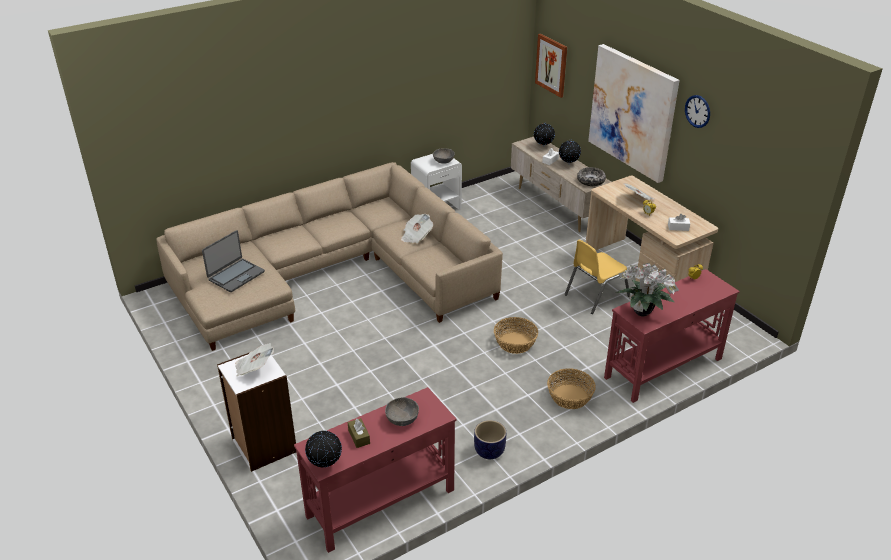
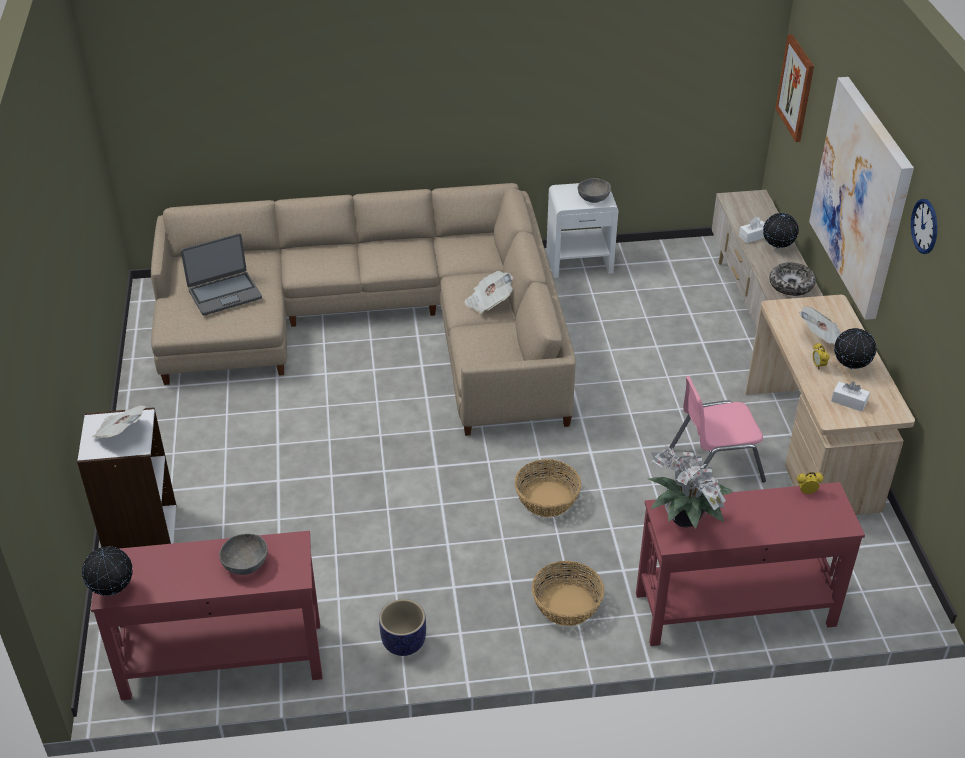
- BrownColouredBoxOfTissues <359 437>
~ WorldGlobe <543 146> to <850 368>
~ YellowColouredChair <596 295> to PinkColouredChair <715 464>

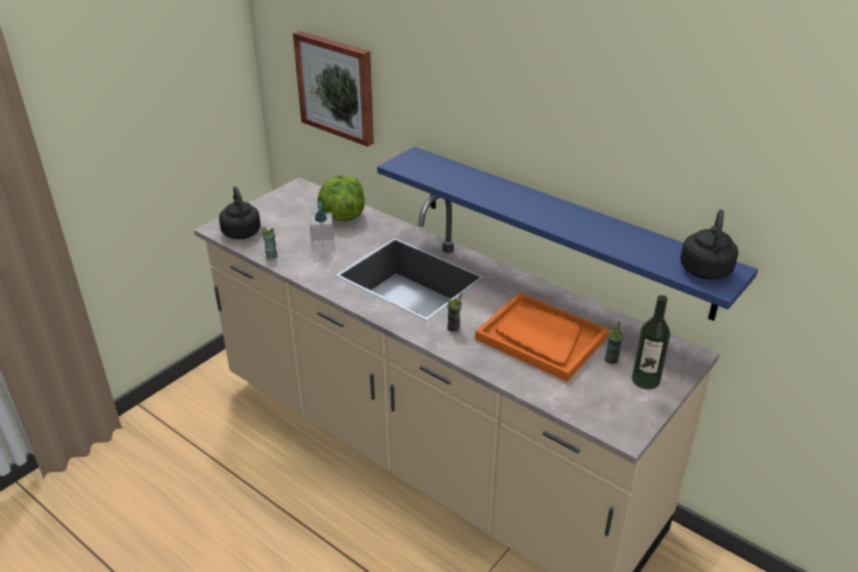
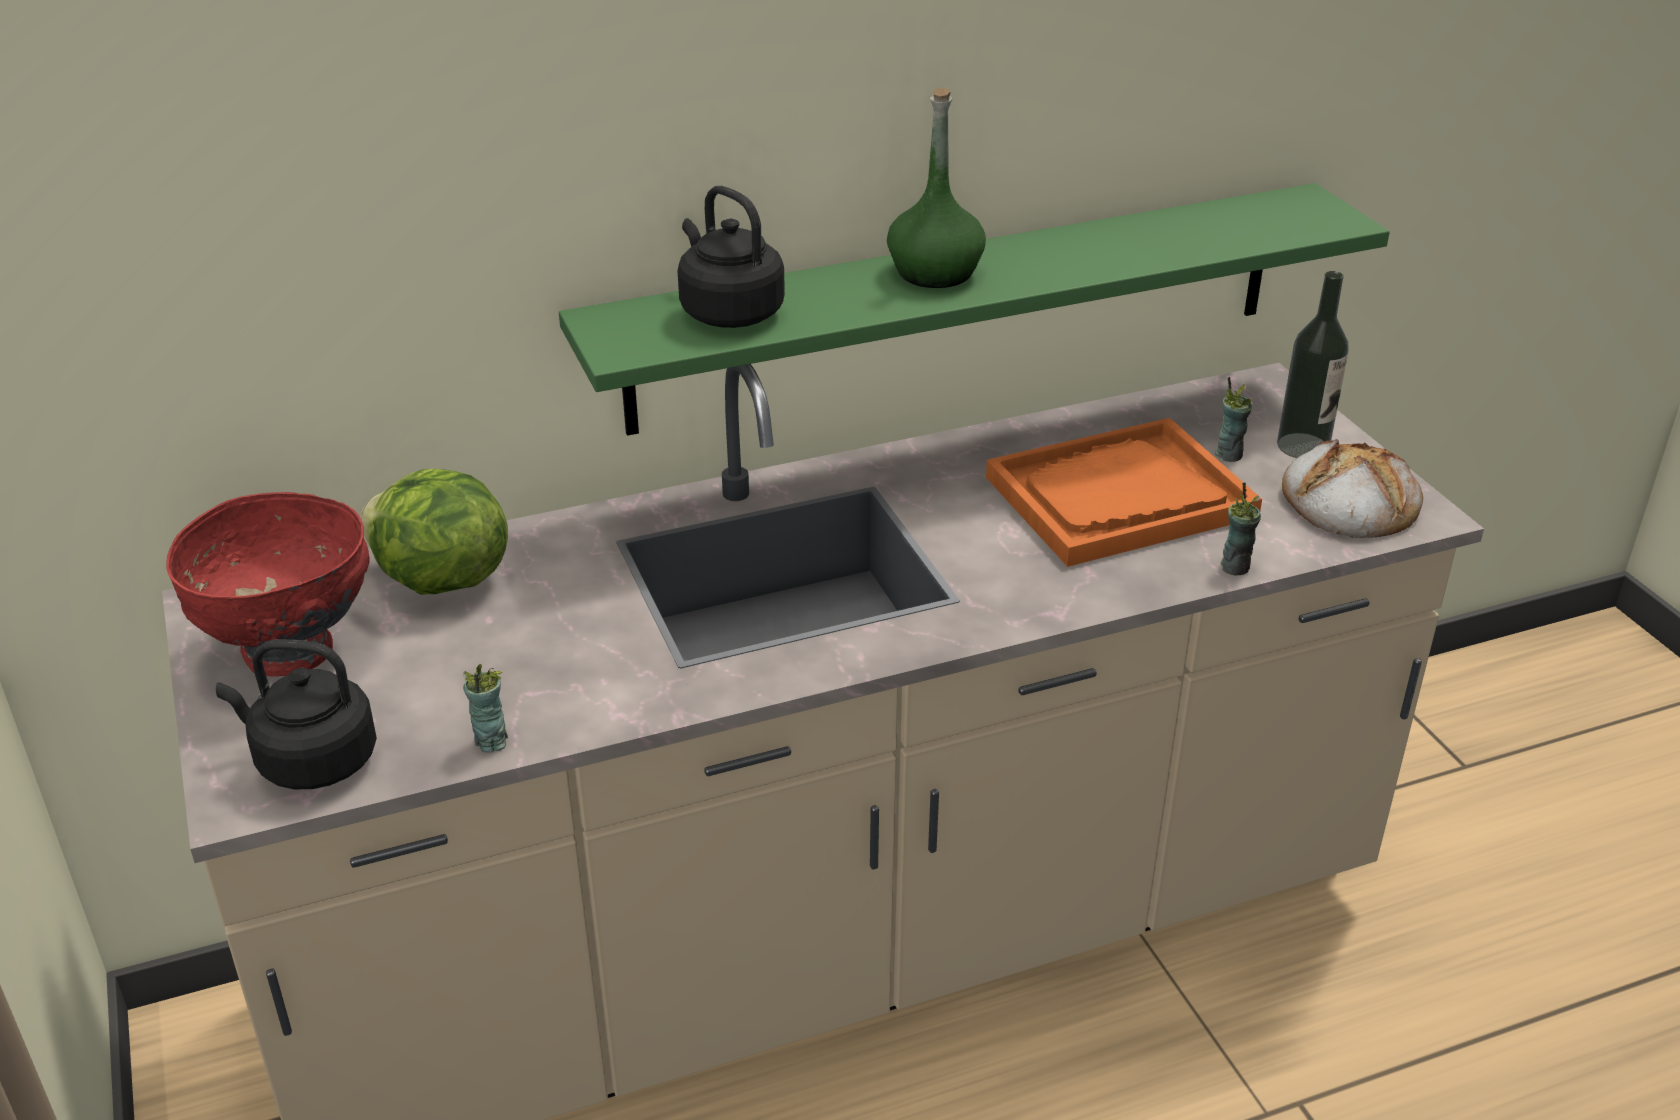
- Picture <336 87>
- LiquidSoapBottle <323 246>
~ BlueShelf <562 229> to GreenColouredShelf <961 307>
~ Cup <454 328> to <1235 567>
~ BlackKettle <705 268> to <728 311>
+ ReddishServingBowl <290 652>
+ GreenColouredBottle <935 273>
+ BakedBread <1348 501>

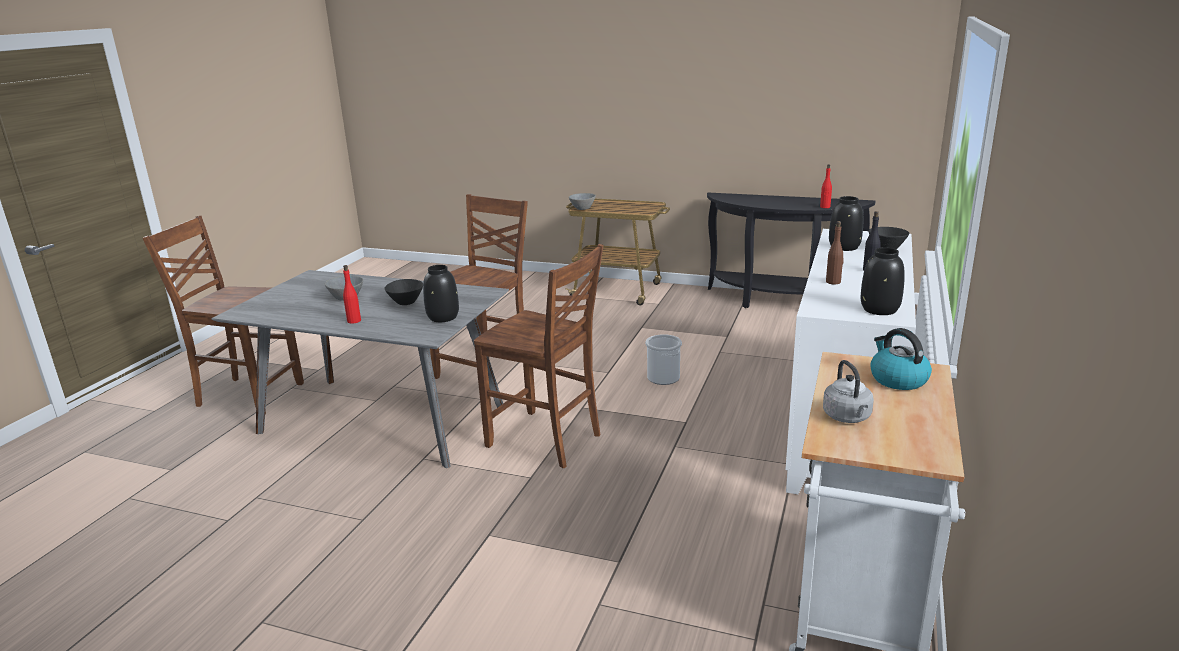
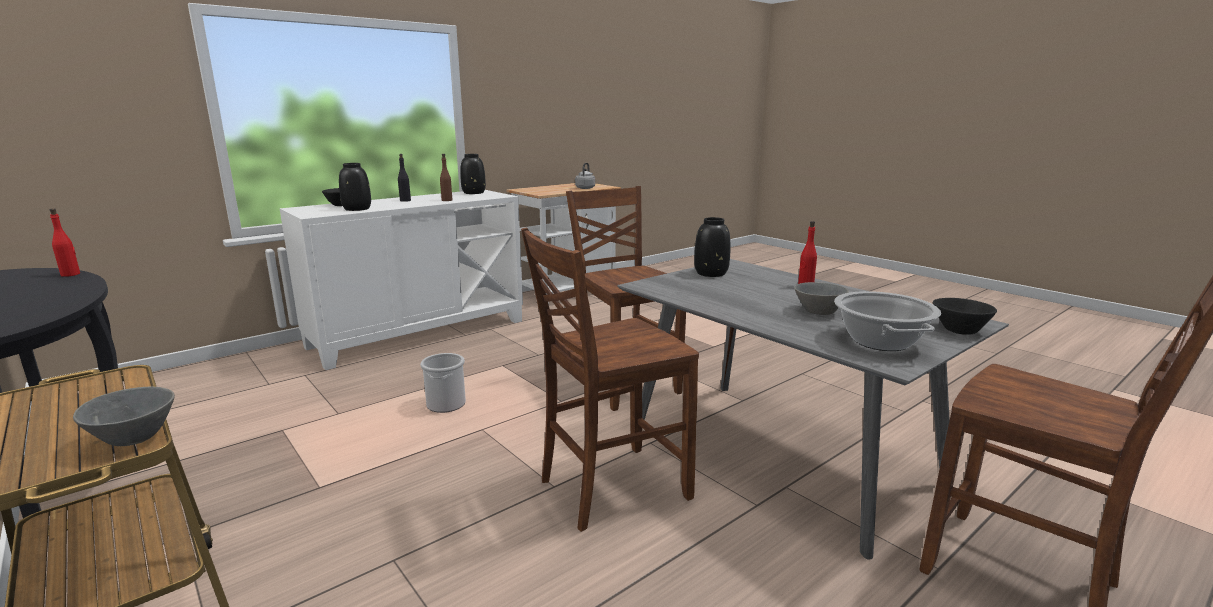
~ BlackServingBowl <405 302> to <961 330>
- Kettle <897 379>
+ Saucepot <881 342>

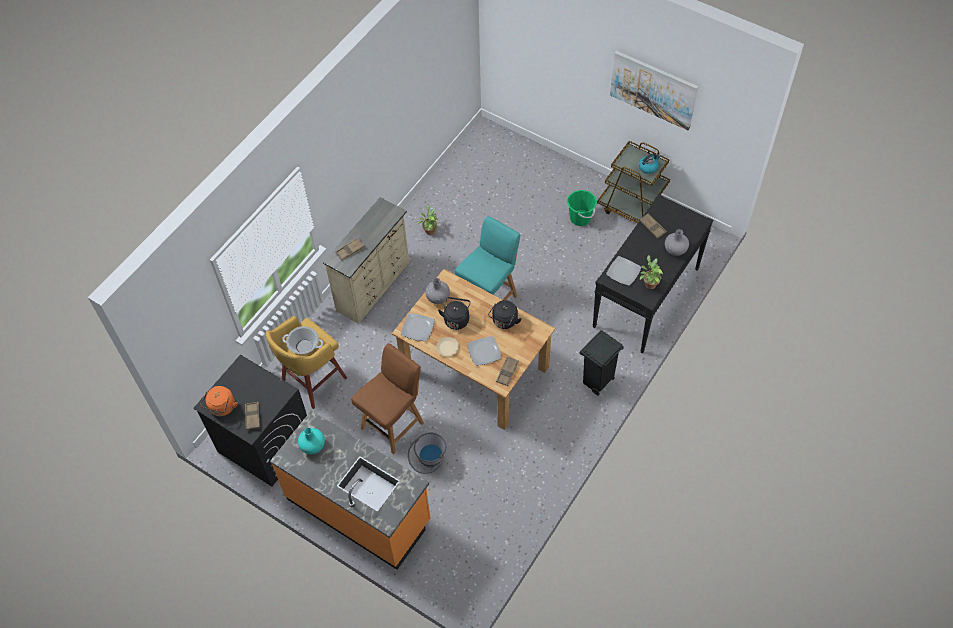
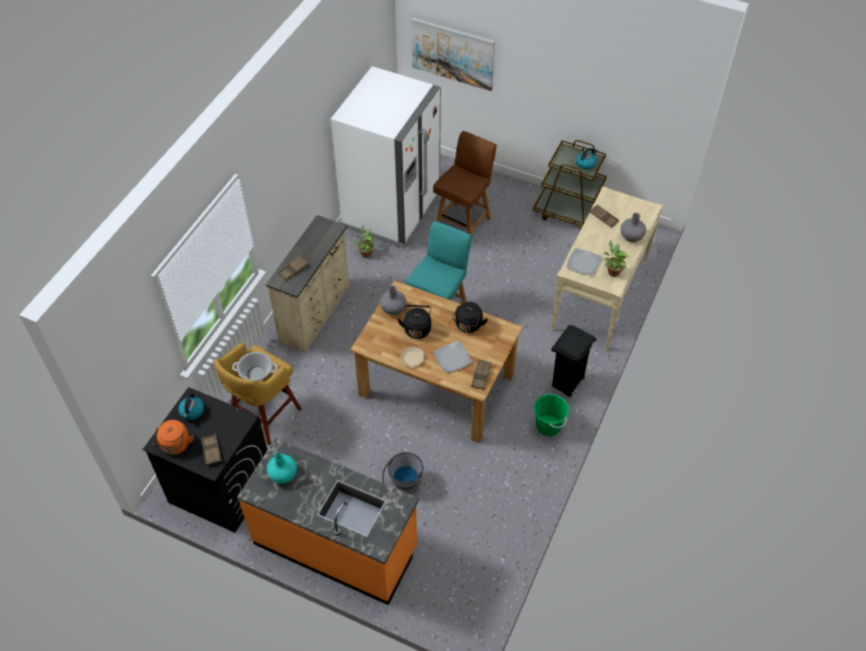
~ BrownColouredChair <393 424> to <463 222>
- FlatDish <417 328>
~ GreenColouredWaterBucket <580 218> to <548 426>
~ BlackConsoleTable <646 298> to BeigeConsoleTable <599 296>
~ Picture <653 89> to <452 53>
+ Kettle <192 411>
+ WhiteColouredFridge <391 211>

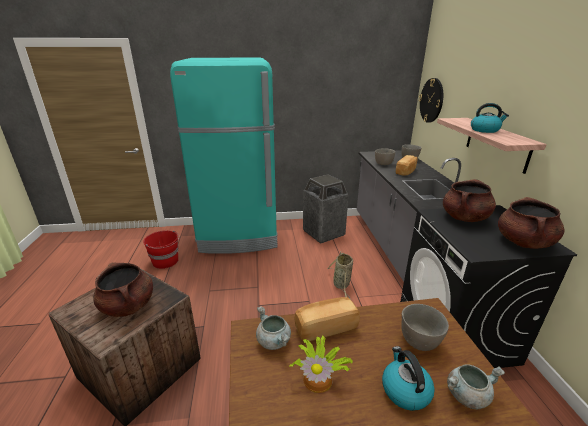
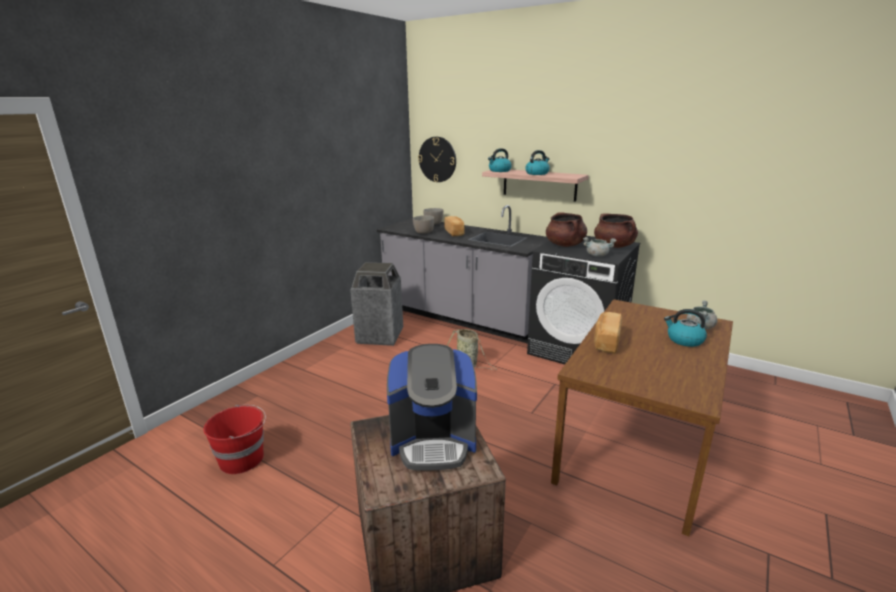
~ BrownColouredSaucepot <128 306> to CoffeeBrewer <433 442>
- BlueGreenFridge <239 236>
~ GraySaucepot <274 341> to <597 255>
- PlantInAPot <319 377>
- GrayServingBowl <420 341>
+ Kettle <499 171>

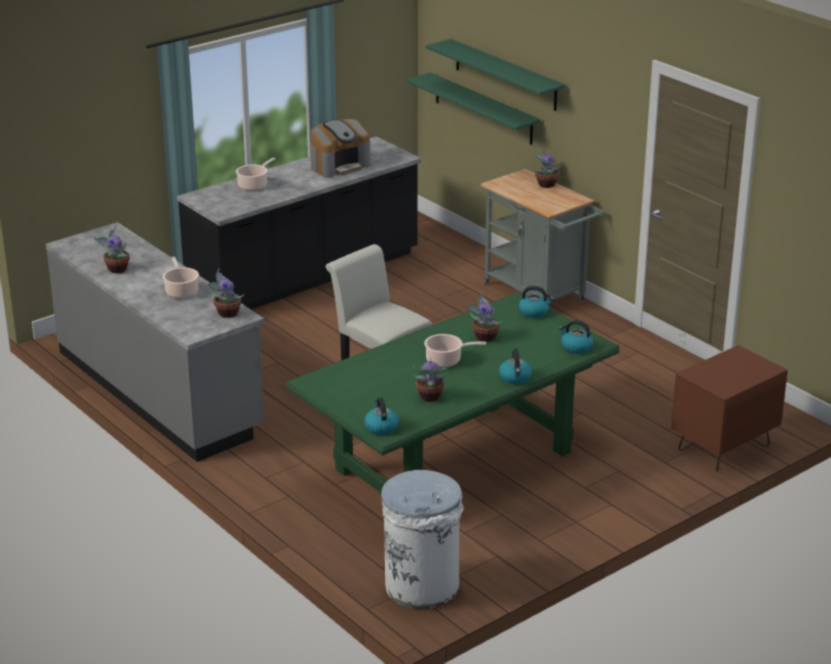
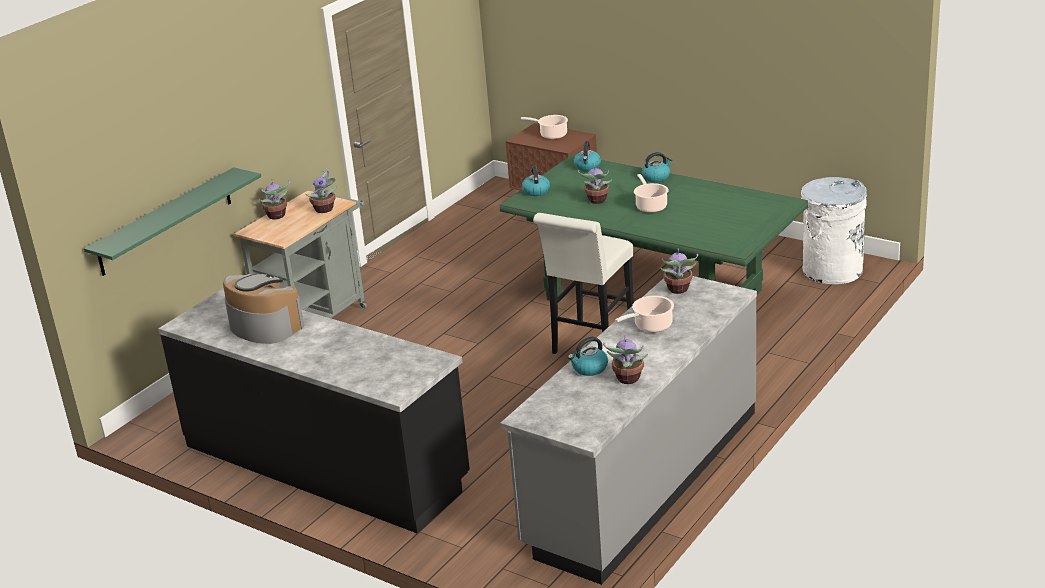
~ Saucepot <254 185> to <551 135>
~ Kettle <381 427> to <589 368>
~ PlantInAPot <429 397> to <325 209>
- GreenColouredShelf <505 75>

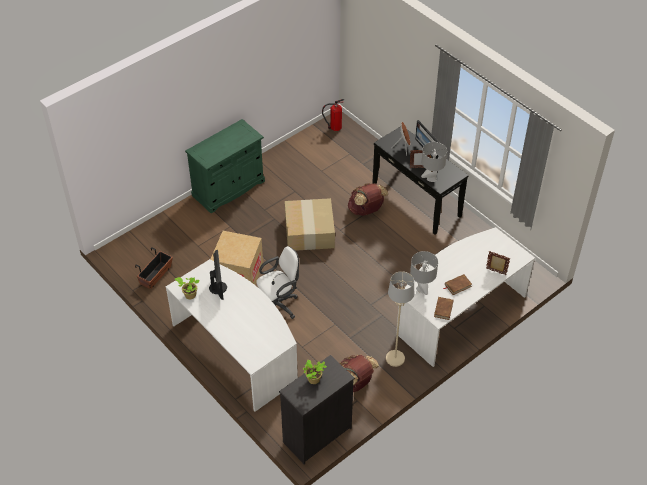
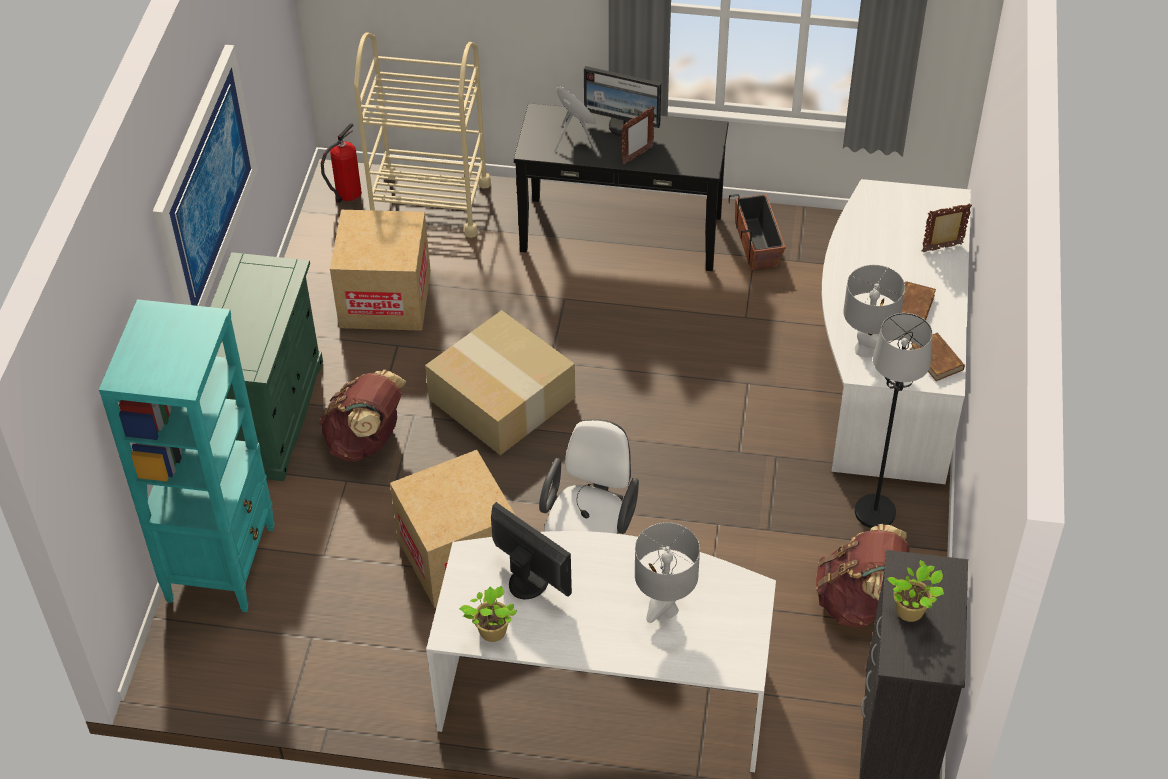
~ FlowerPot <156 275> to <757 244>
~ BrownColouredBackpack <366 210> to <366 441>
~ BeigeStandardLamp <395 359> to BlackStandardLamp <875 512>
~ GrayTabletopLamp <431 178> to <665 609>
+ BlueGreenShelvingUnit <222 563>
+ Picture <204 188>
+ PackingBox <385 299>
+ BeigeCart <429 203>

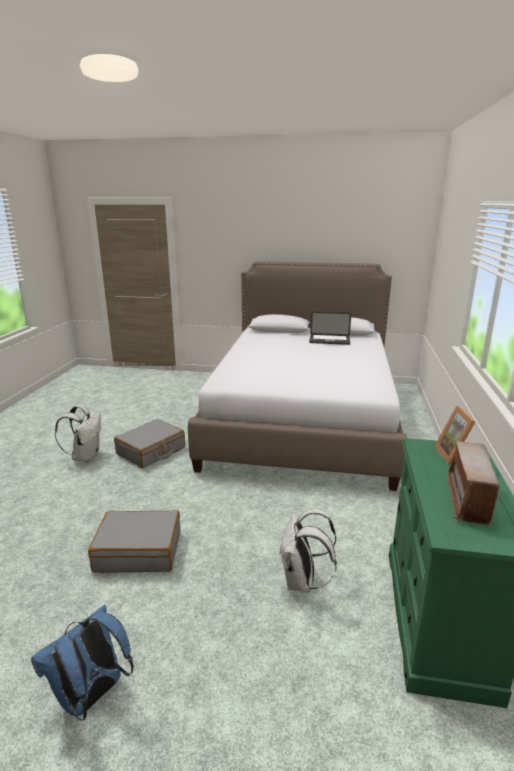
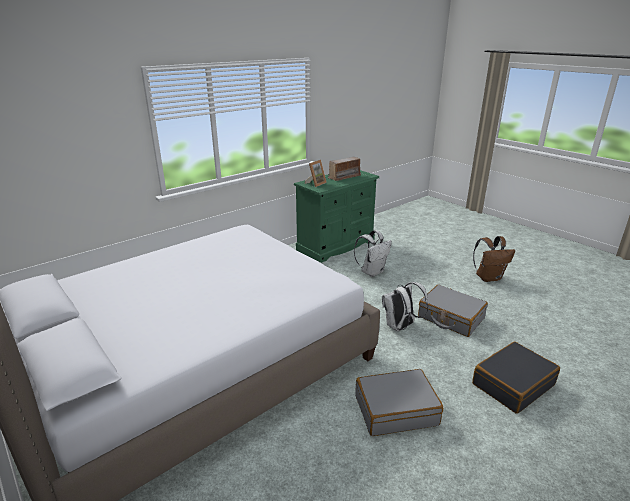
~ BlueBackpack <92 696> to BrownColouredBackpack <488 277>
~ WhiteColouredBackpack <85 456> to <400 327>
- Laptop <329 340>
+ BlackSuitcase <512 384>

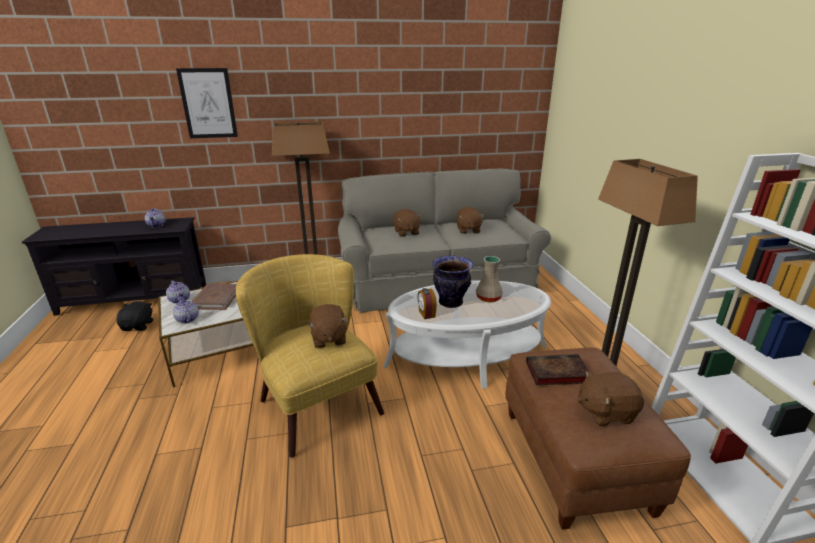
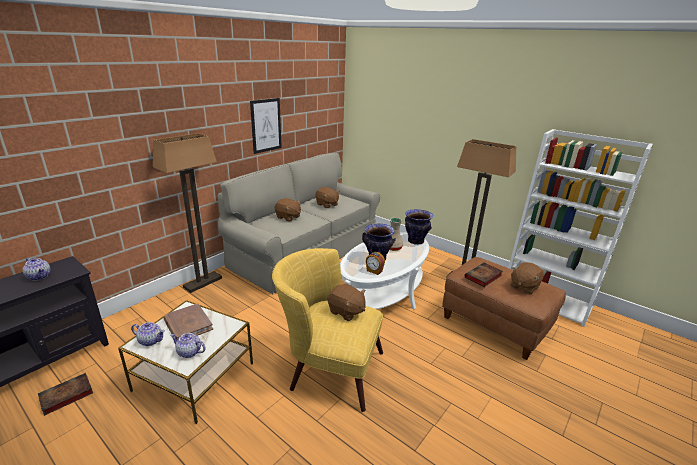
~ BlackCuddlyToy <138 326> to Book <65 396>
~ Picture <208 103> to <266 125>
+ FlowerVase <415 241>

